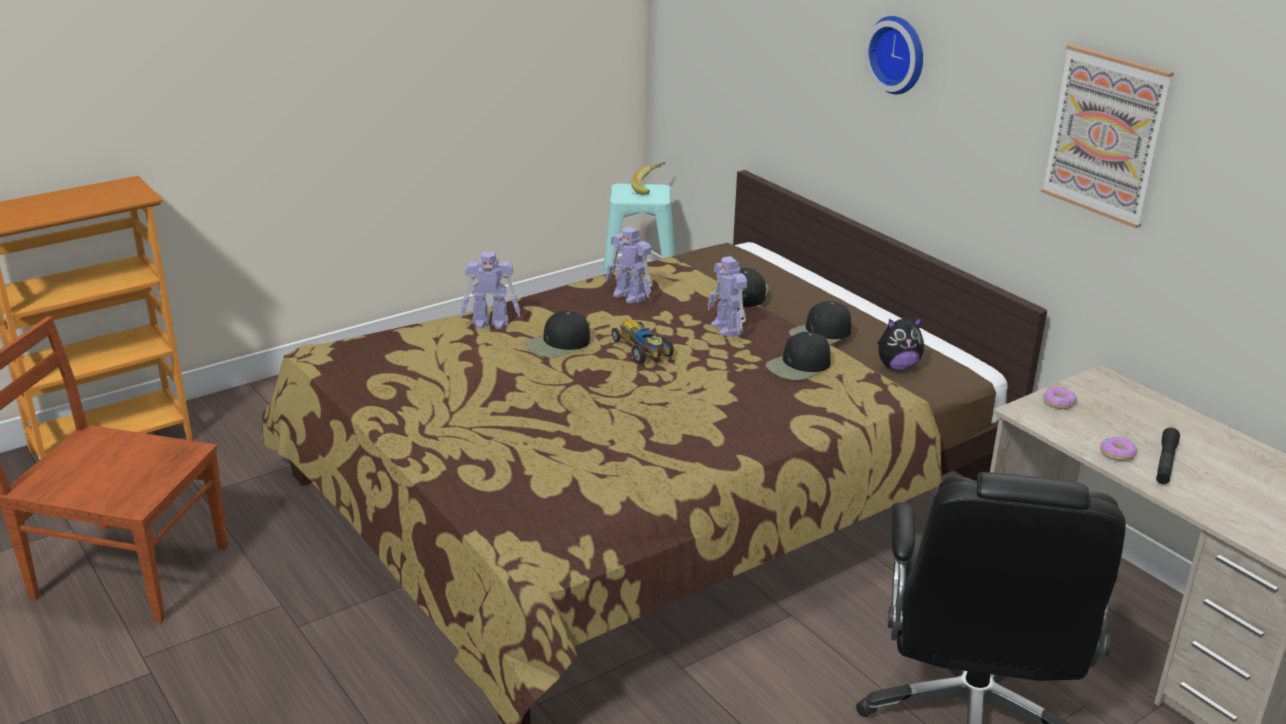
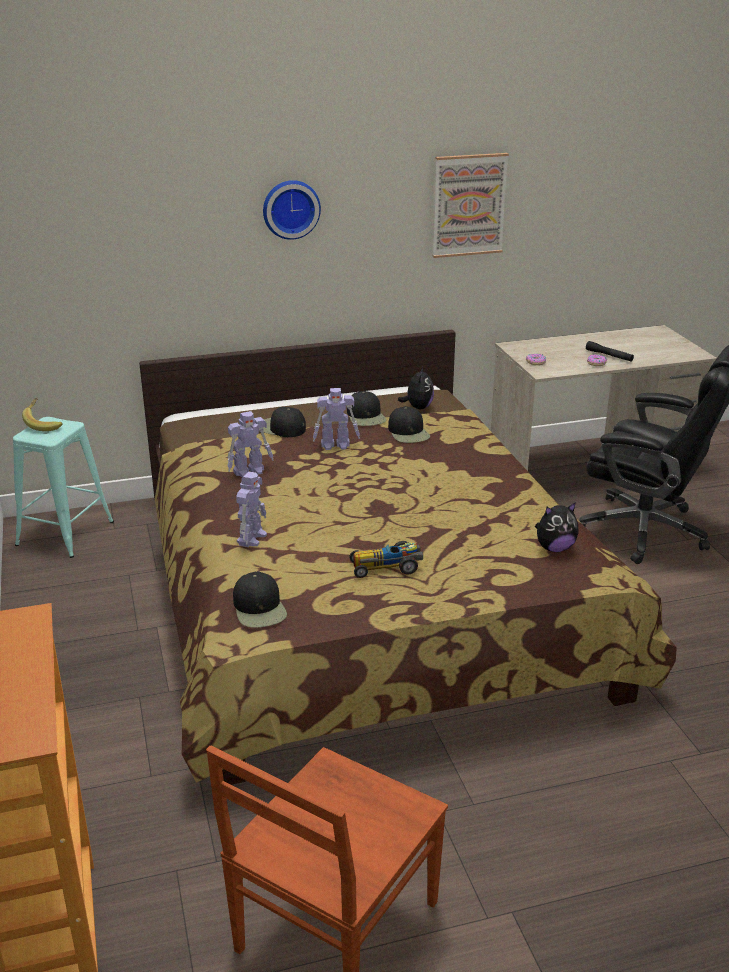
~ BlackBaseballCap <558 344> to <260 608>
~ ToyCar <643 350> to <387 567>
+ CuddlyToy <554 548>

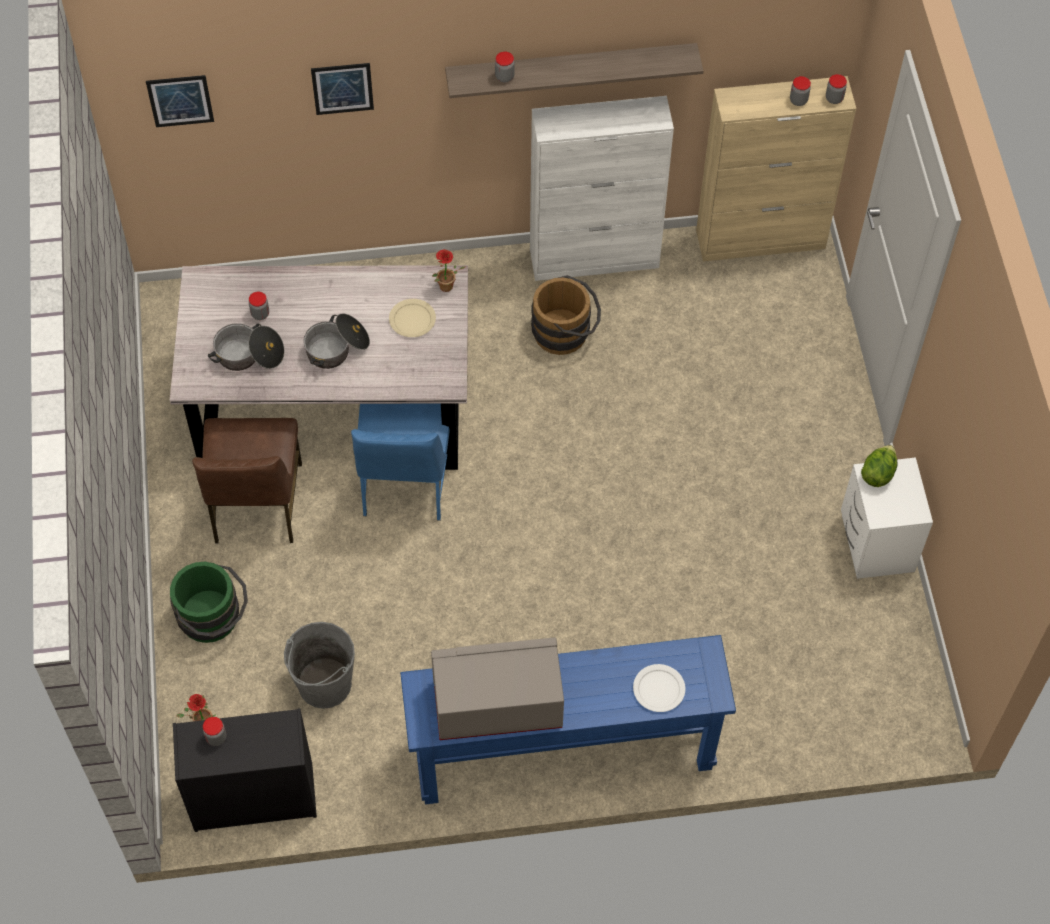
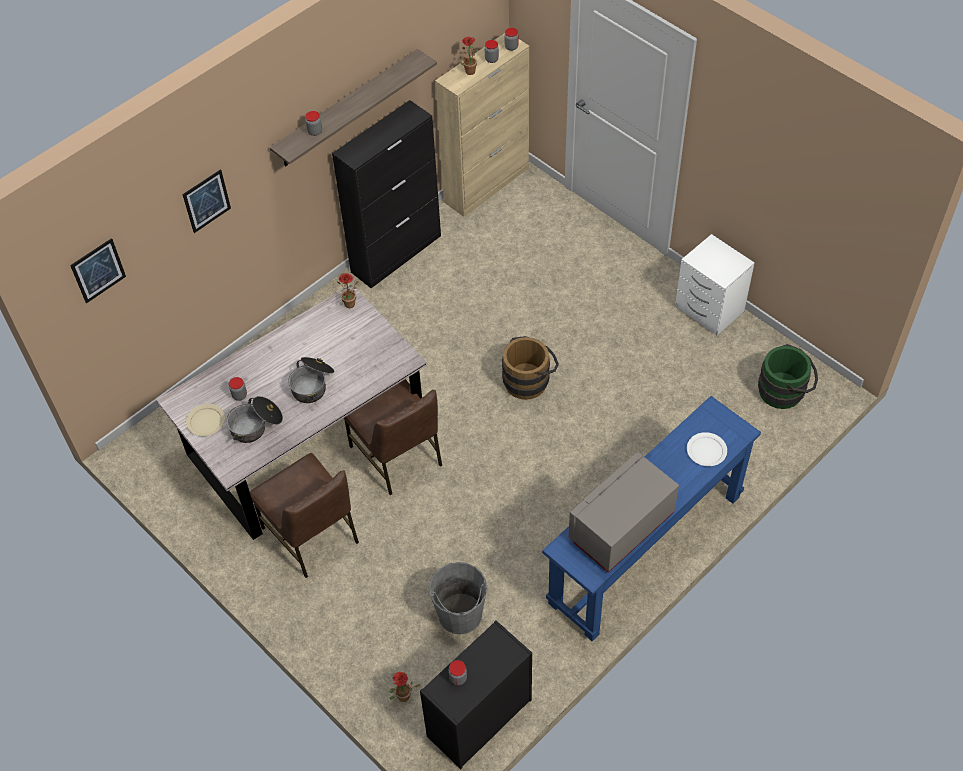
~ GreenColouredWaterBucket <213 620> to <785 391>
~ BlueChair <405 480> to BrownColouredChair <397 456>
~ BeigeFlatDish <412 320> to <206 421>
~ WhiteColouredCupboard <595 258> to BlackCupboard <396 253>
~ BrownColouredWaterBucket <566 333> to <529 379>
- HeadOfLettuce <878 473>
+ PlantInAPot <468 70>

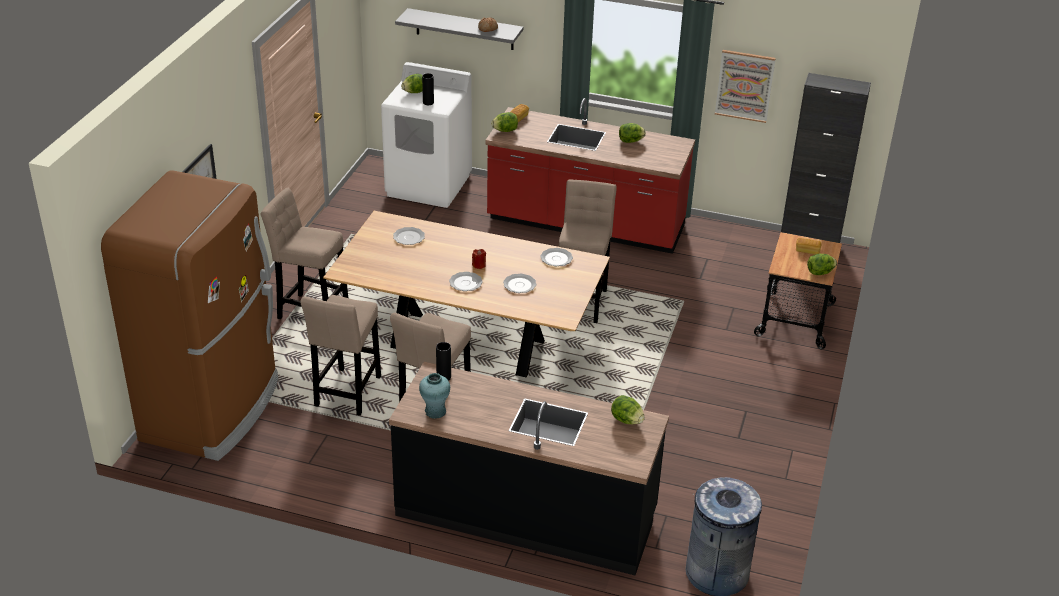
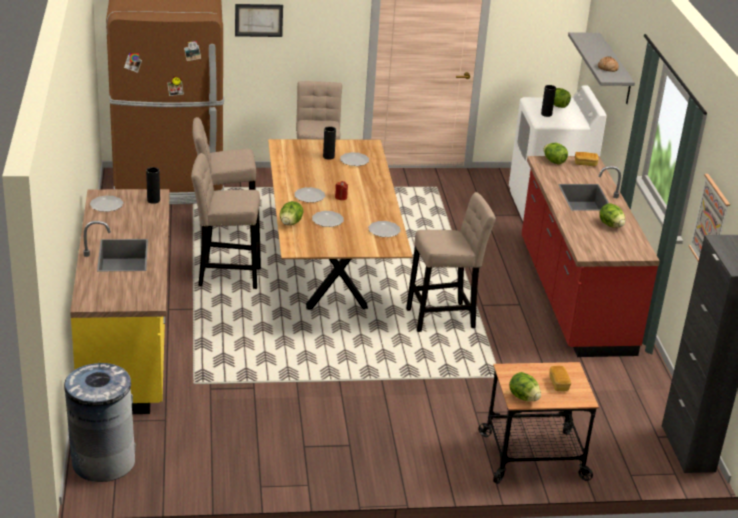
~ BlackCounter <526 514> to YellowColouredCounter <128 345>
~ BlueGreenFlowerVase <435 411> to FlatDish <107 205>
~ HeadOfLettuce <626 420> to <290 223>
+ BlackFlowerVase <328 157>

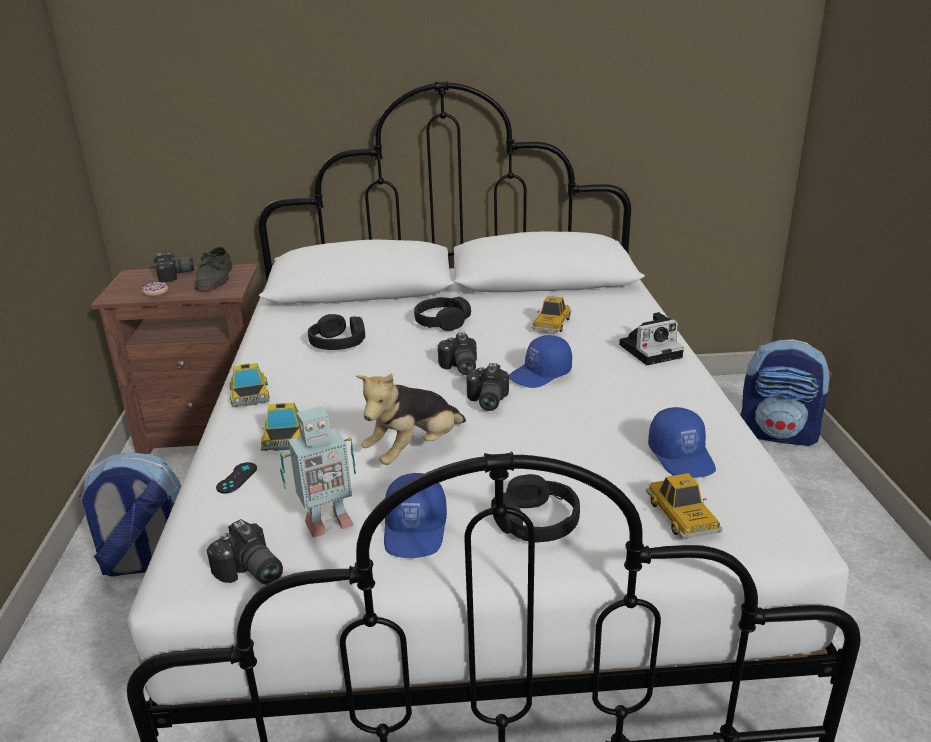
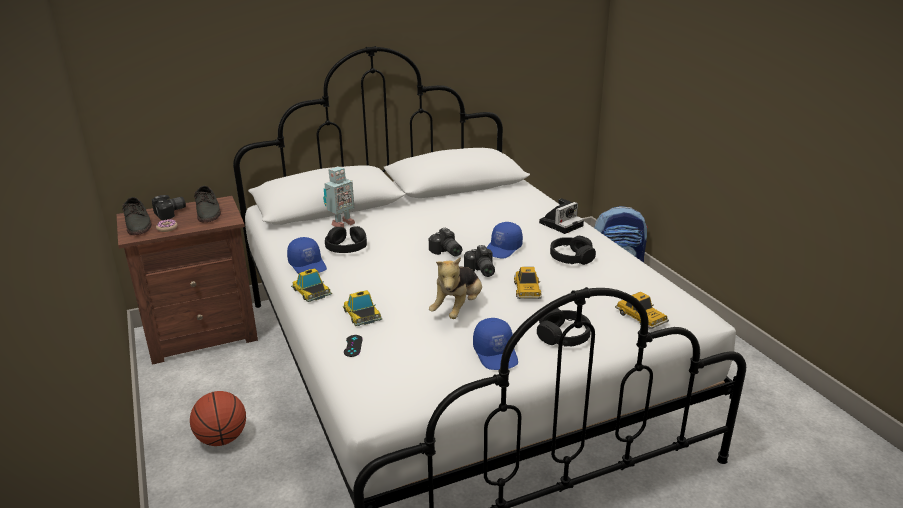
~ Backpack <148 564> to BallForBasketball <222 439>
- PhotoCamera <249 573>
~ ModelRobot <326 522> to <341 224>
~ BlackHeadphones <442 322> to <571 257>
~ ToyCar <551 324> to <527 290>
~ BlueBaseballCap <682 457> to <308 265>
+ GrayItemOfFootwear <138 224>

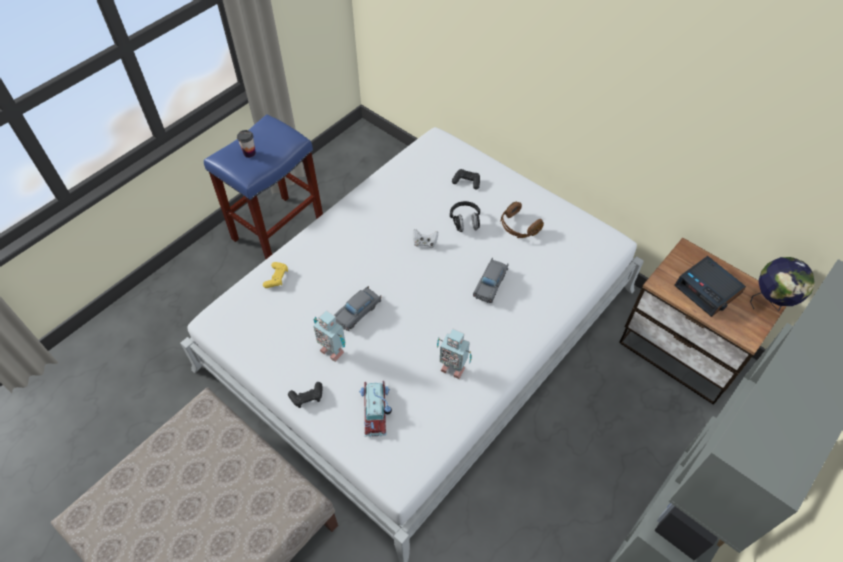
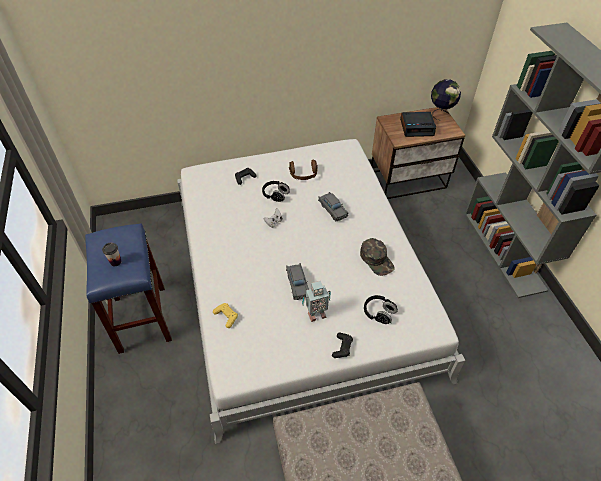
~ ToyCar <376 409> to BlackHeadphones <379 313>
~ ModelRobot <452 367> to GreenColouredBaseballCap <377 259>

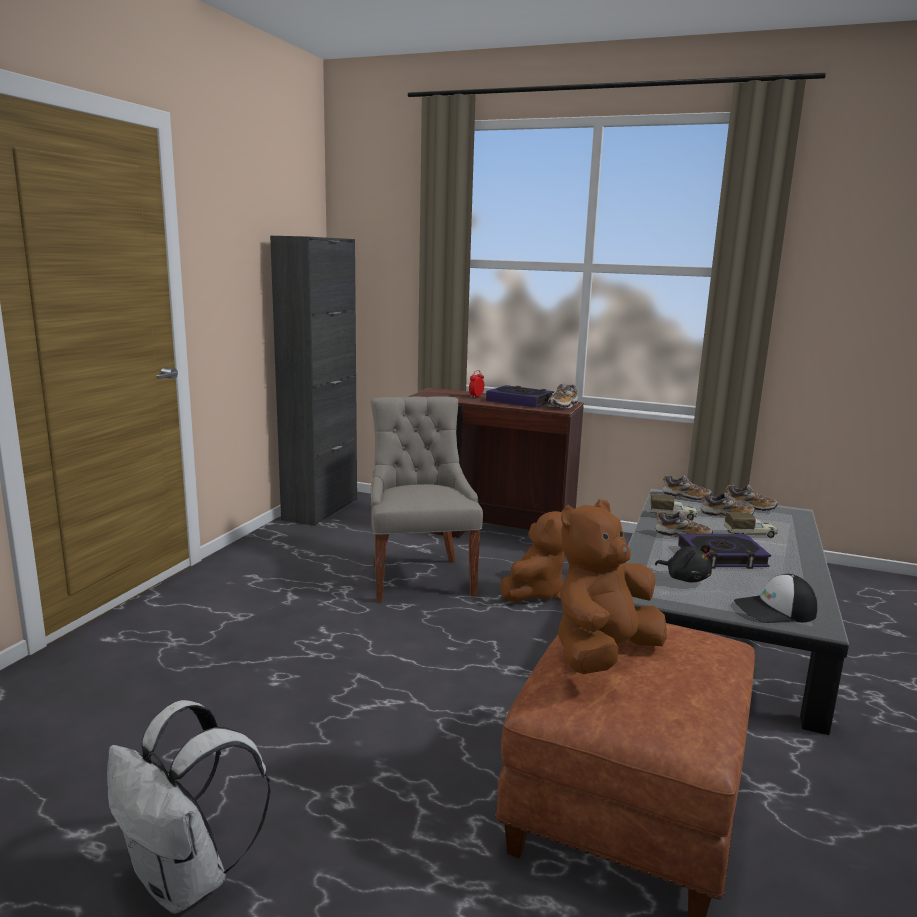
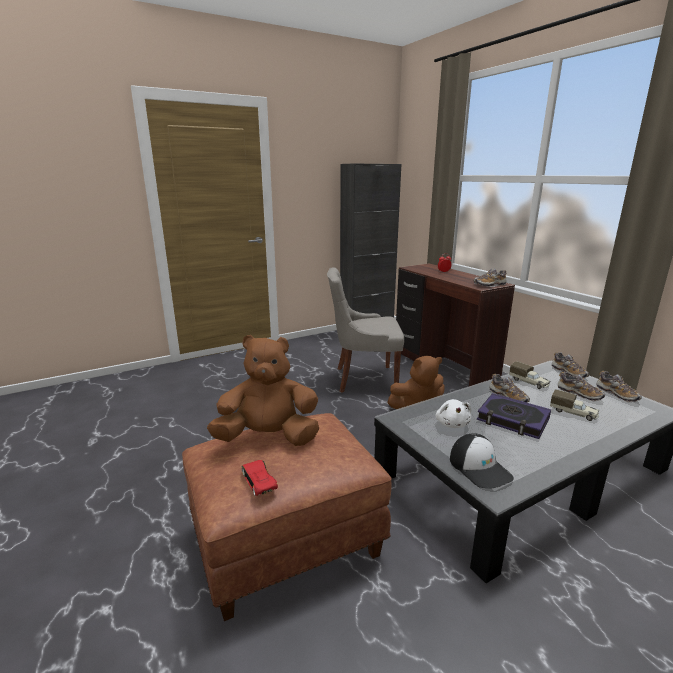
- WhiteColouredBackpack <187 879>
~ GrayChair <420 578> = <363 379> 120 degrees counterclockwise
- Book <520 401>
~ BlackCuddlyToy <685 578> to WhiteColouredCuddlyToy <452 423>
~ BaseballCap <775 610> = <480 468> 150 degrees counterclockwise
+ ReddishToyCar <259 480>

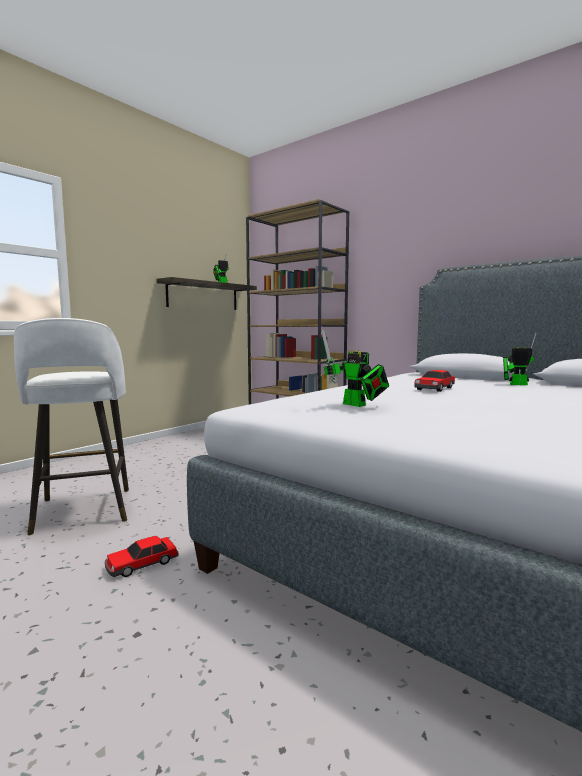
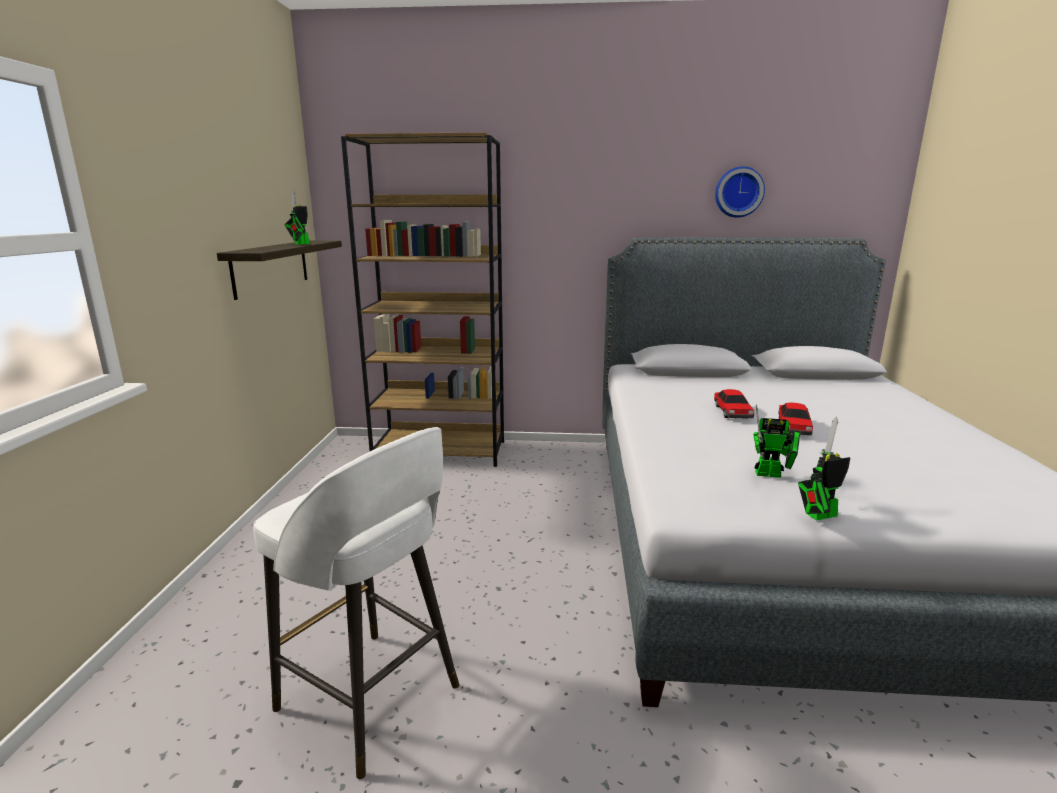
~ ToyCar <141 564> to <793 427>
~ ModelRobot <515 384> to <818 516>
+ WallClock <738 192>

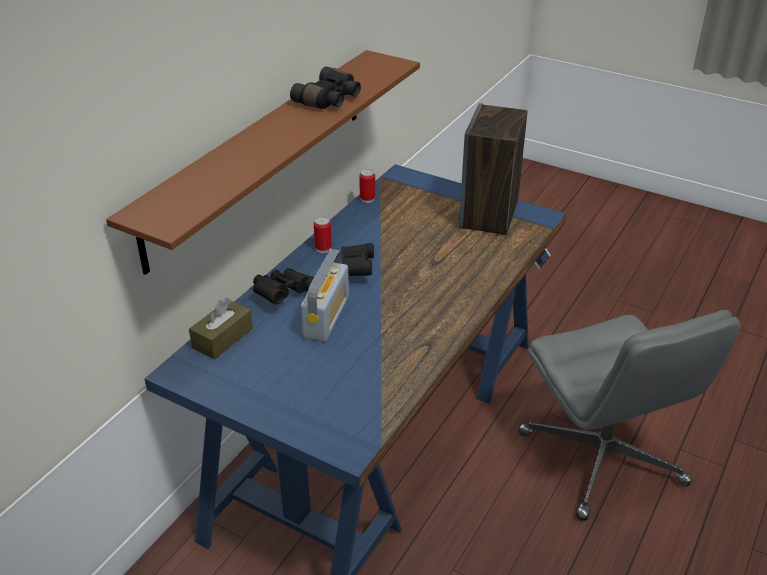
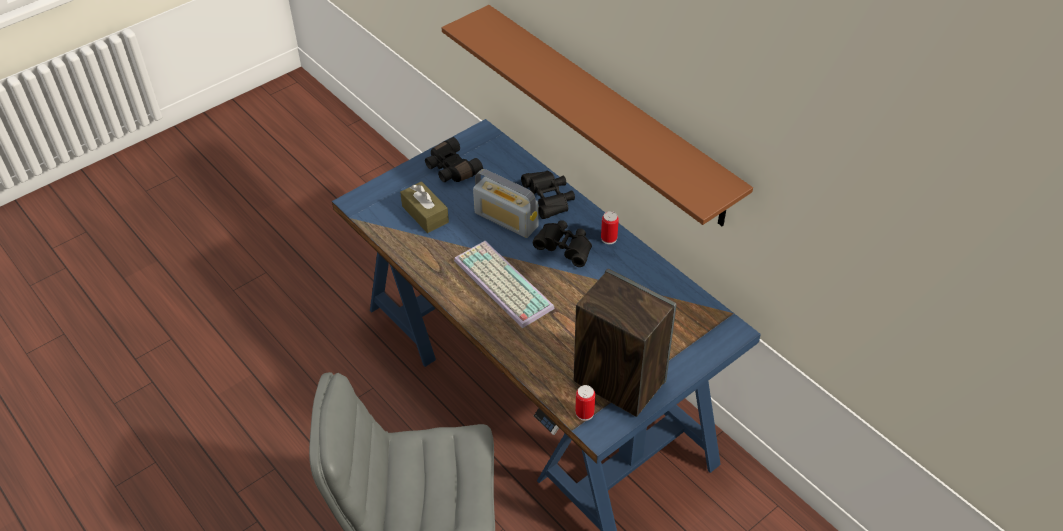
~ BrownColouredBoxOfTissues <222 338> to <425 214>
~ BlackBinoculars <329 100> to <451 169>
~ SealedCan <367 198> to <584 413>
+ Keyboard <500 284>

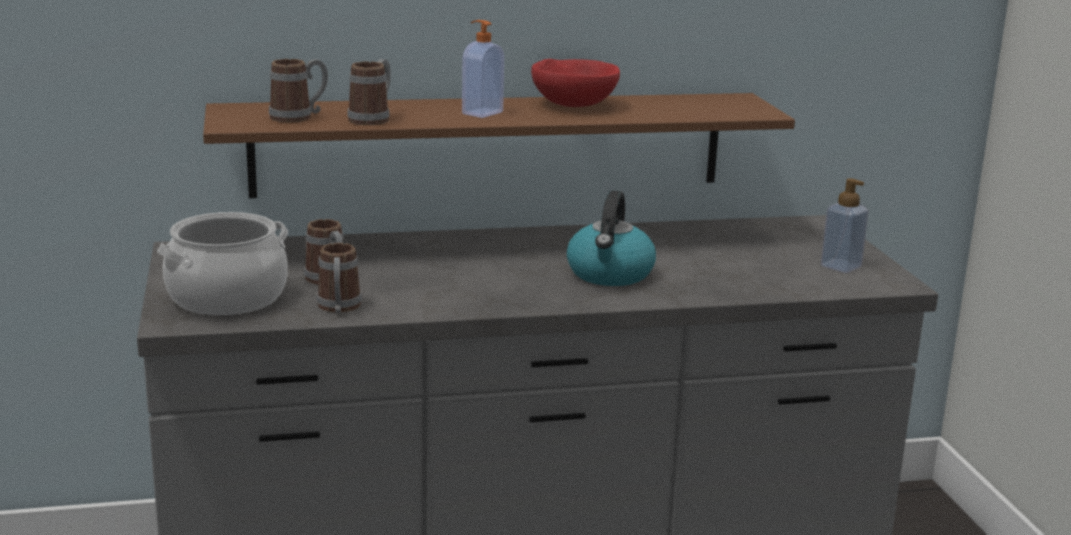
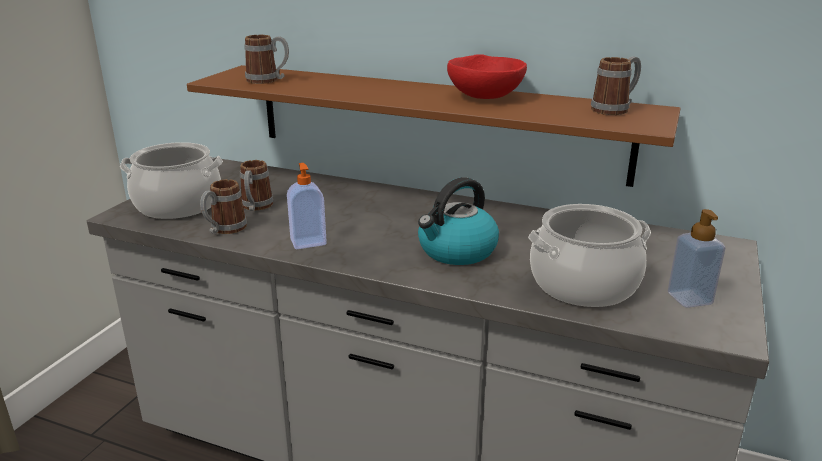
~ CoffeeMug <373 118> to <615 109>
~ LiquidSoapBottle <481 113> to <308 242>
+ Saucepot <583 284>

